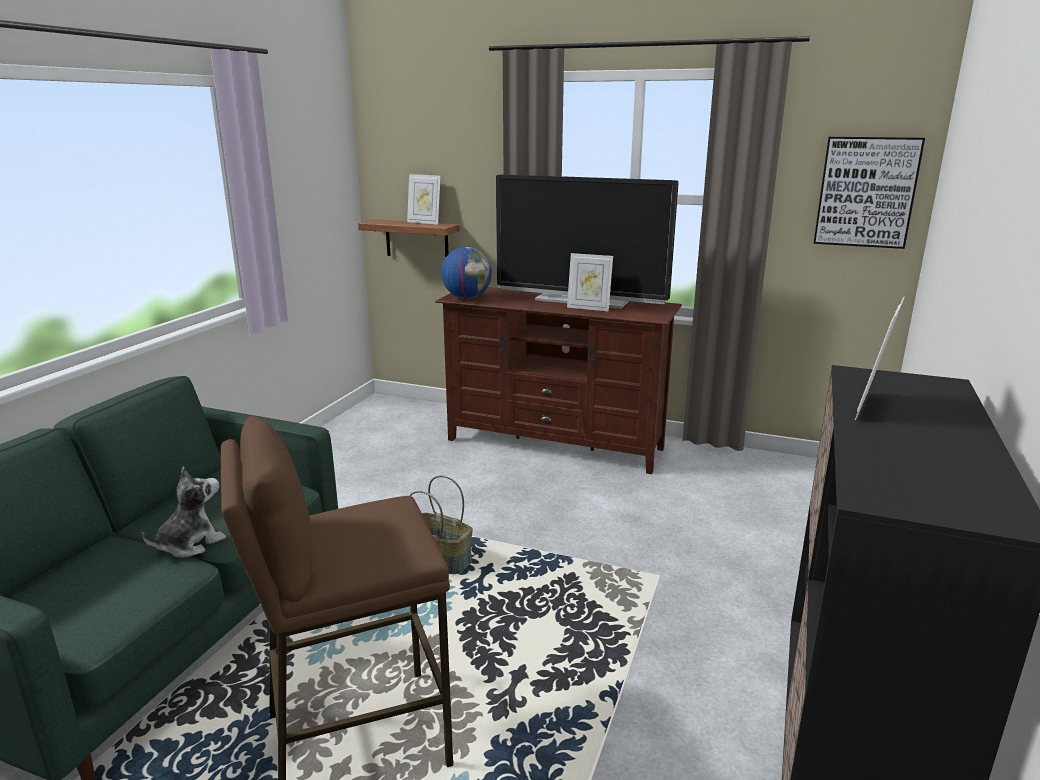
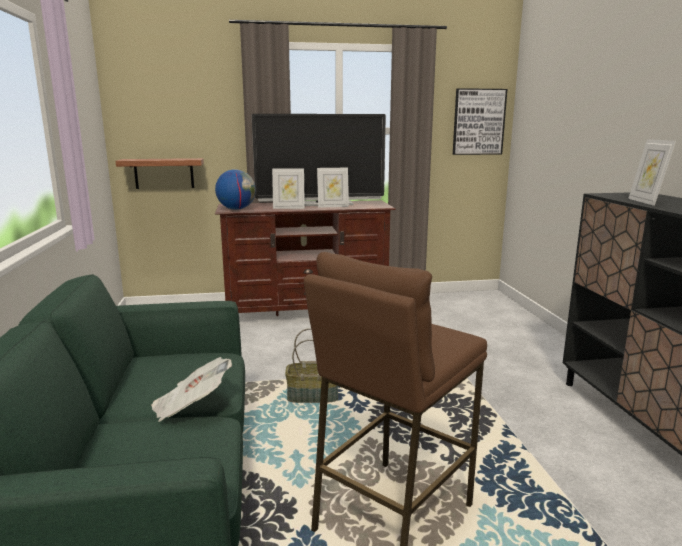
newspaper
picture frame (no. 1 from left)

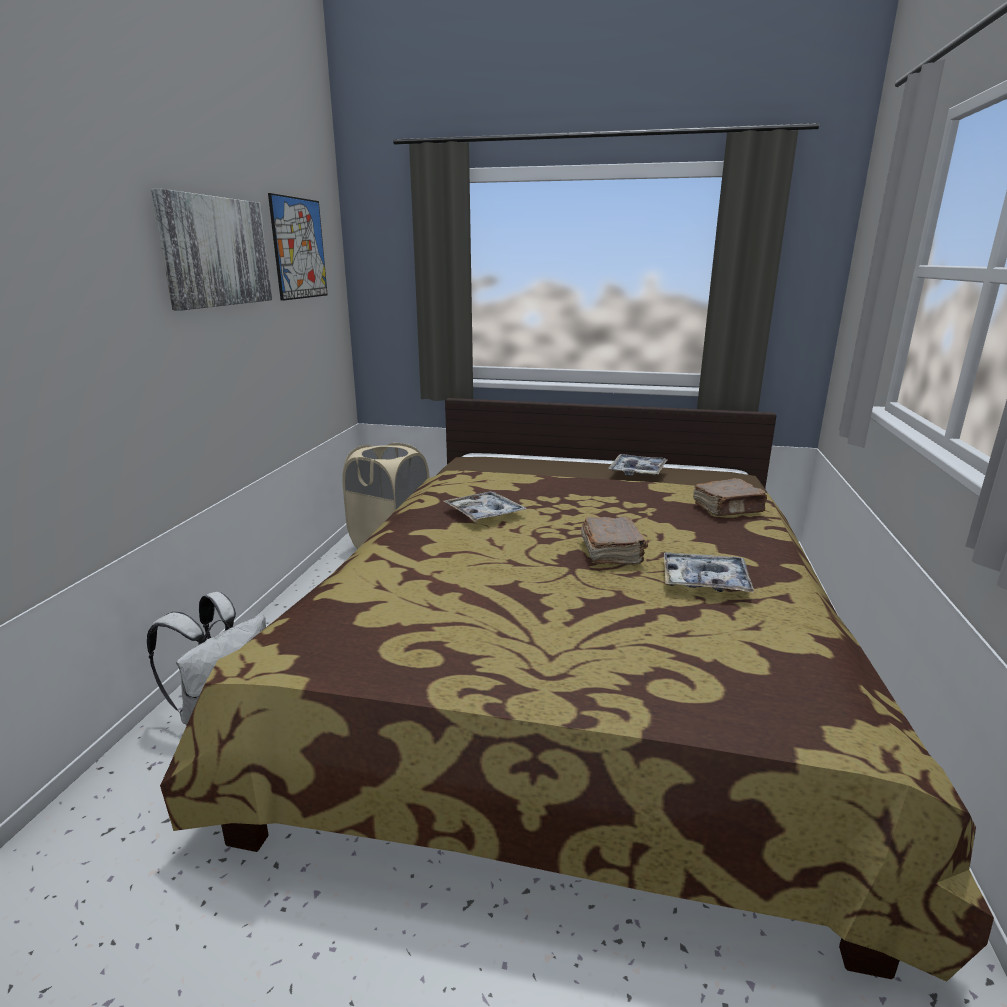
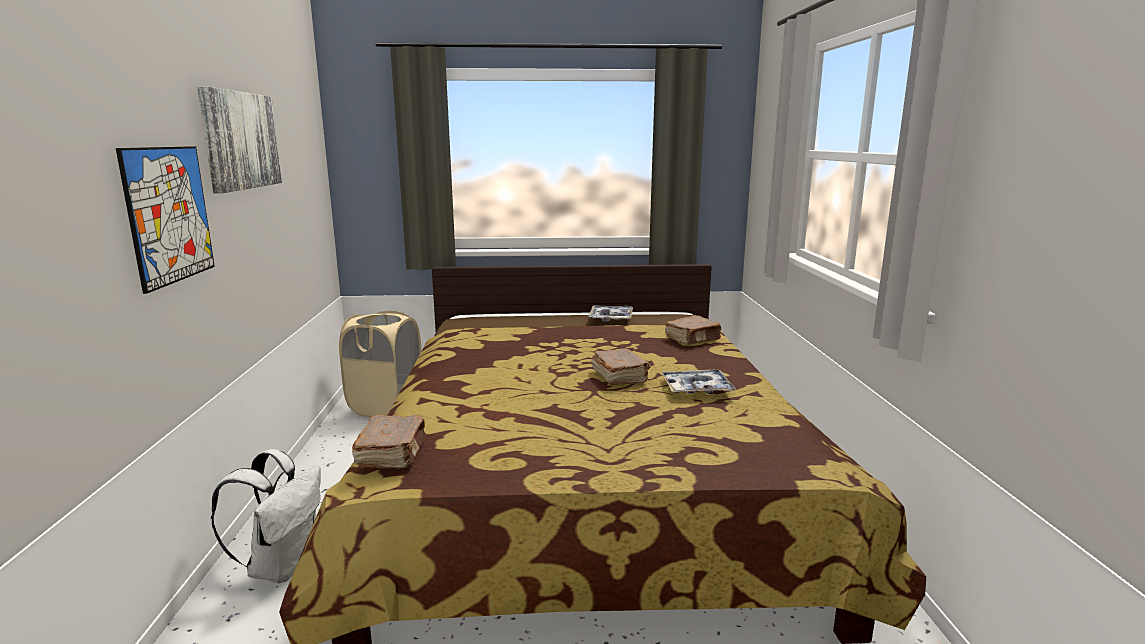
picture (no. 1 from left)
brown book (no. 1 from left)
tray (no. 1 from left in the first image)

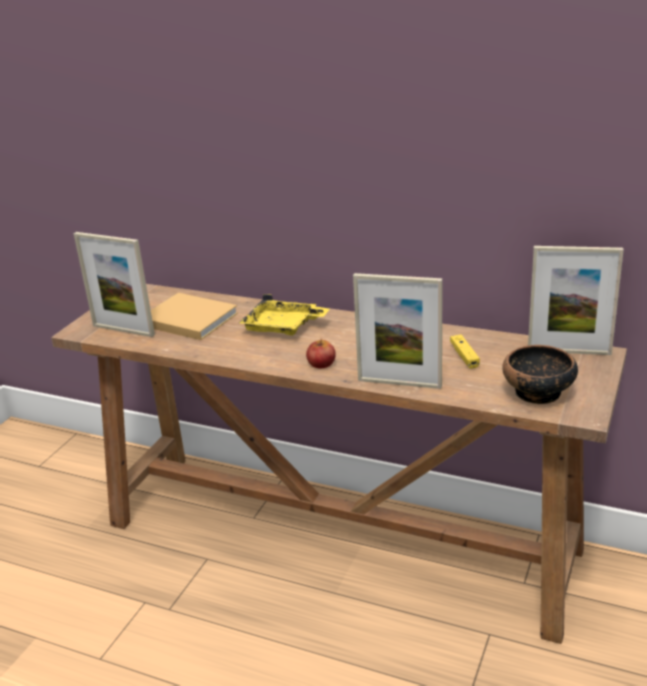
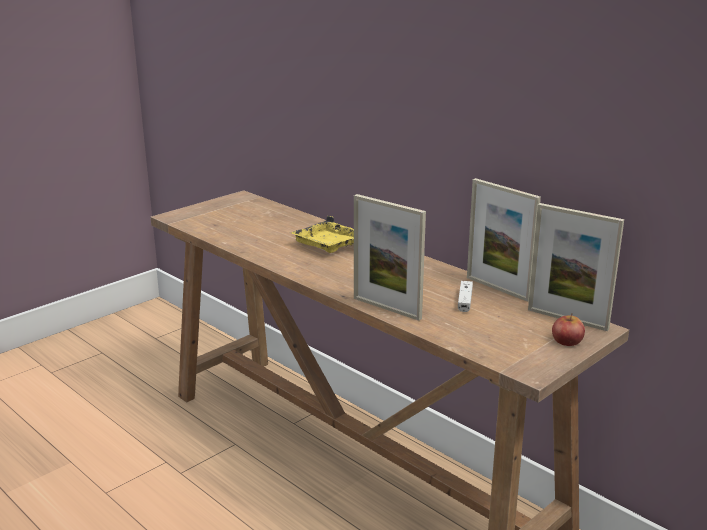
white game controller
picture frame (no. 2 from left)
apple
beige book
bowl

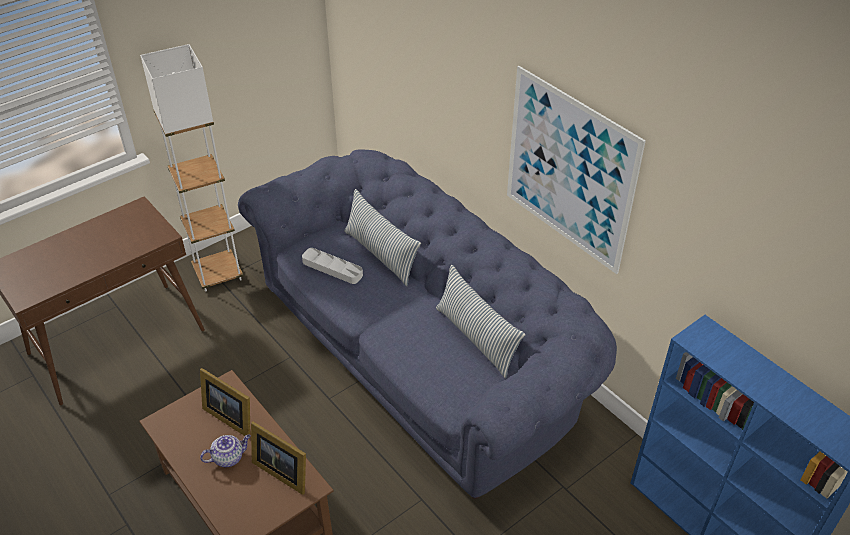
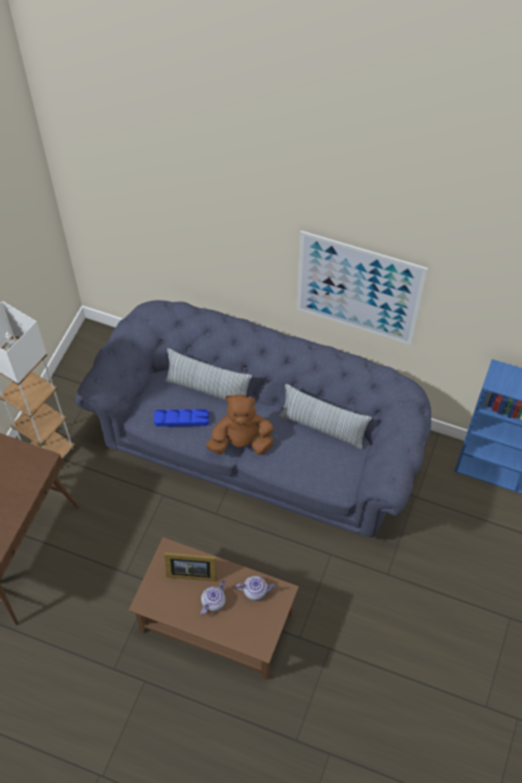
blue tray
brown plush toy
teapot (no. 2 from left)

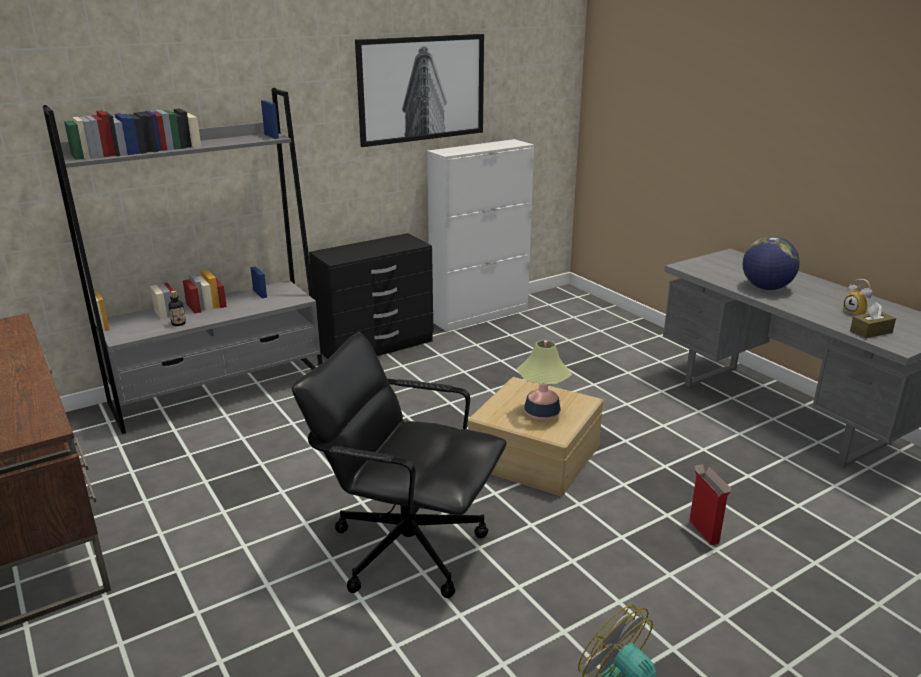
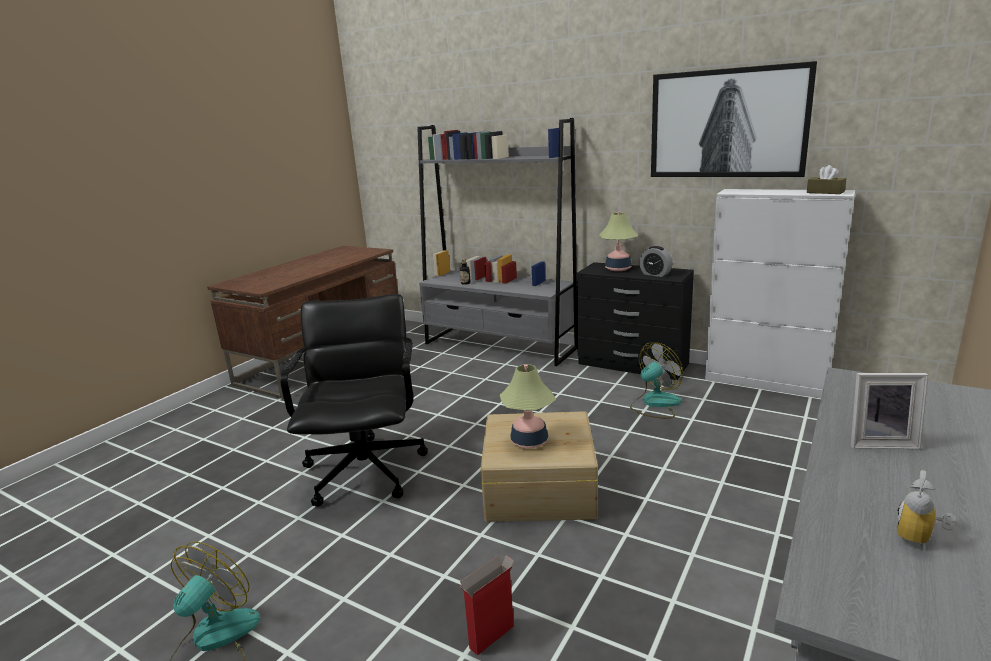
table lamp (no. 2 from left)
fan (no. 2 from left)
alarm clock (no. 1 from left)
brown tissue box
picture frame

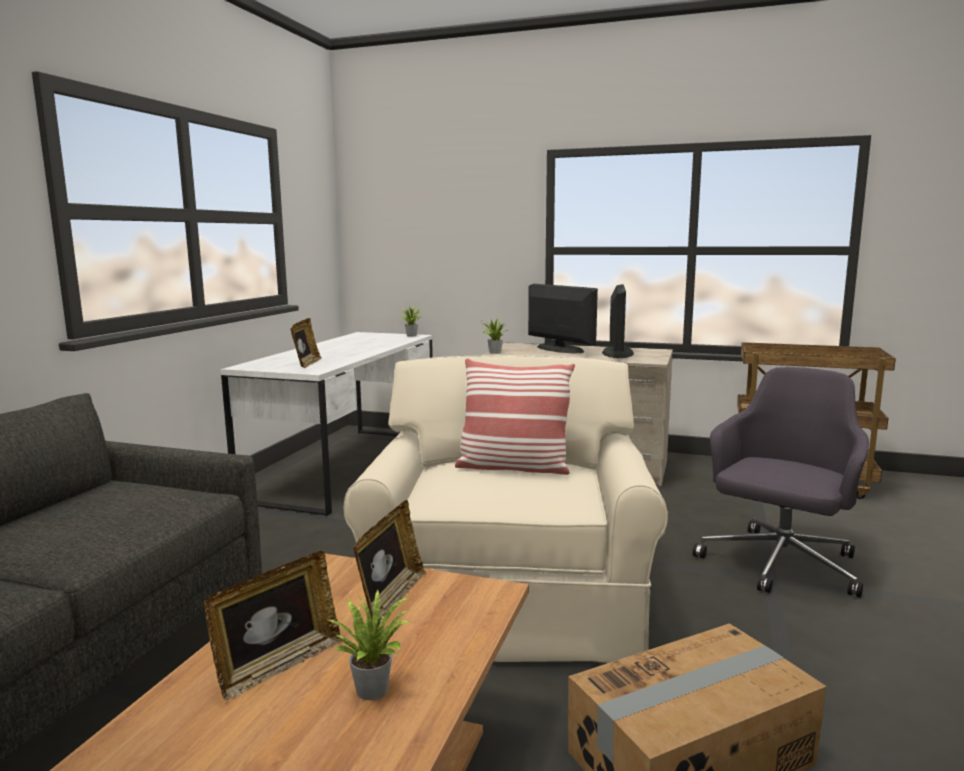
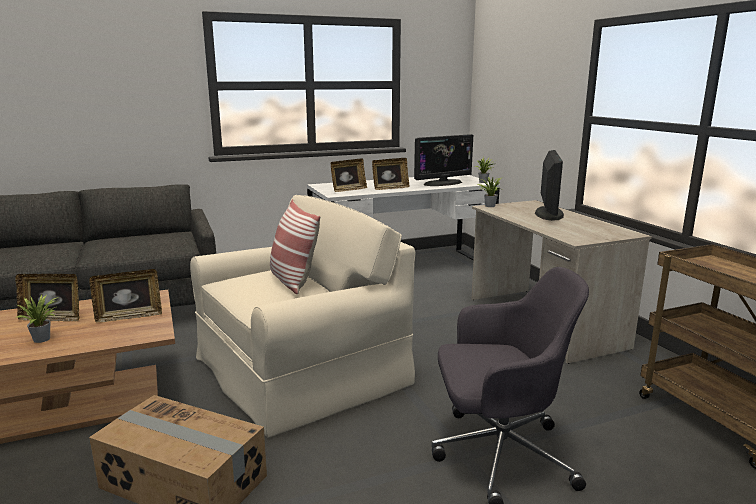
picture frame (no. 4 from left)
monitor (no. 1 from left)

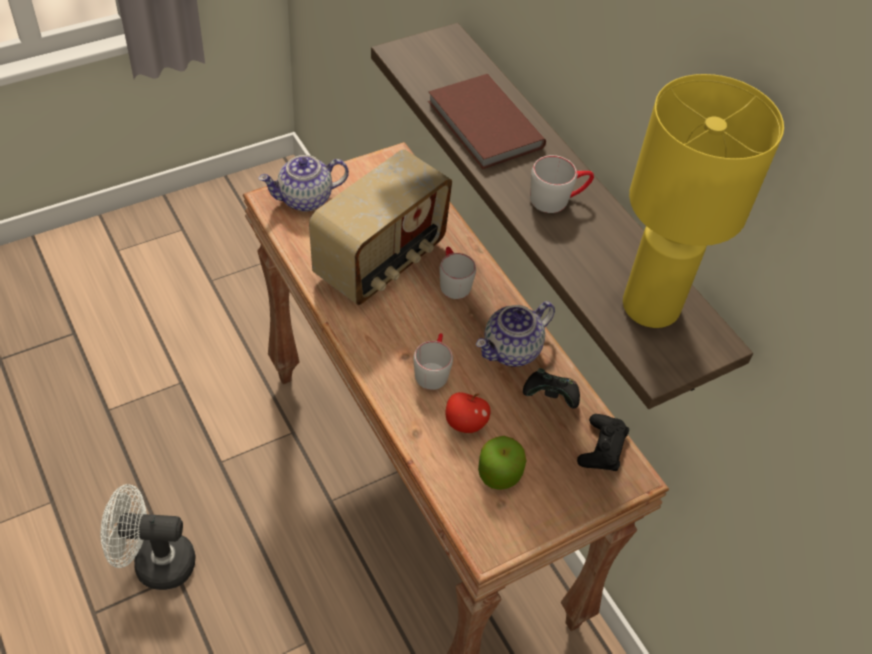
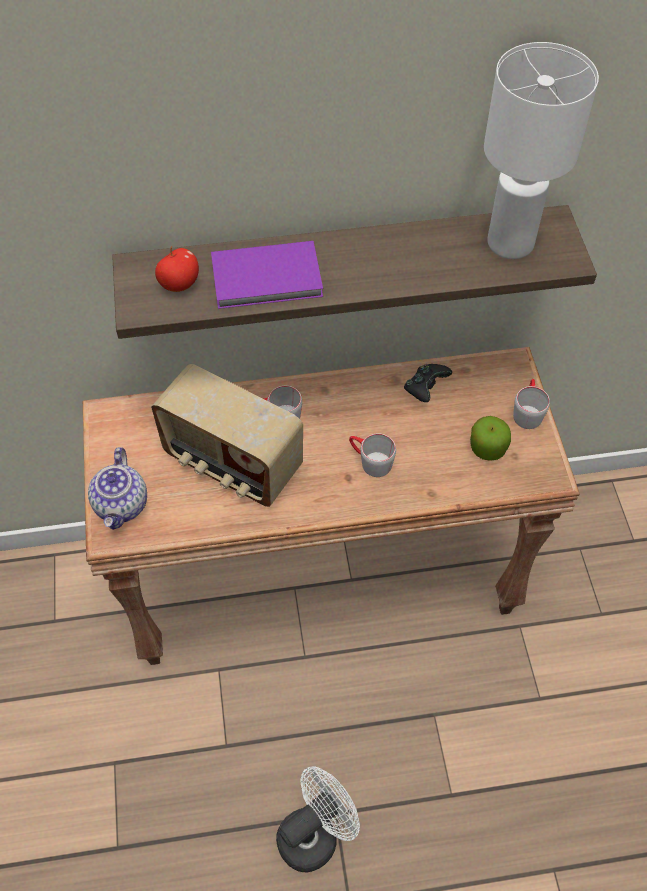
radio
apple (no. 1 from left)
purple book
white fan
white table lamp
grey mug (no. 3 from left)
teapot (no. 2 from left in the first image)
black game controller (no. 2 from left in the first image)

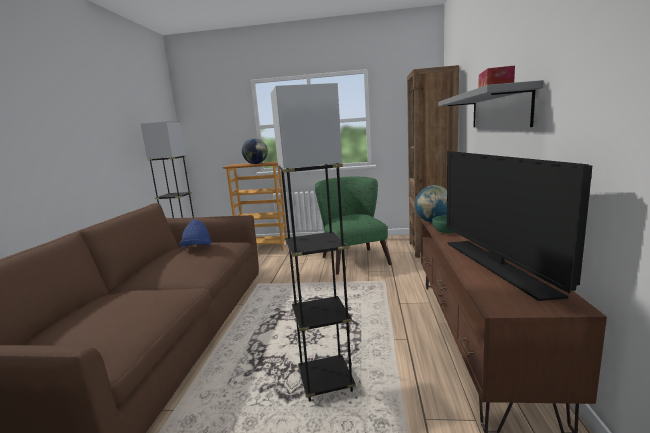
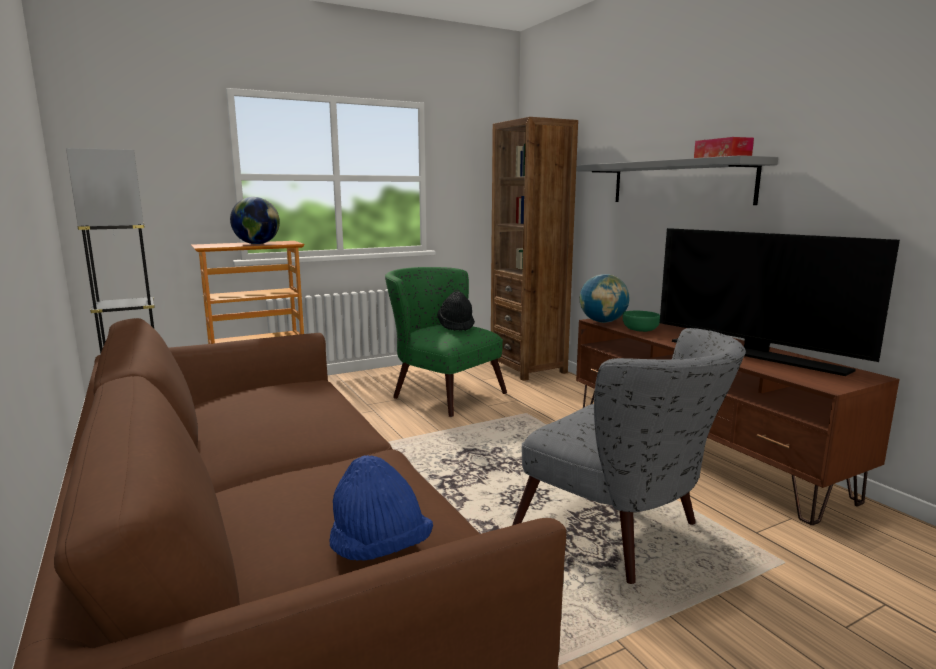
blue hat
black hat
grey armchair

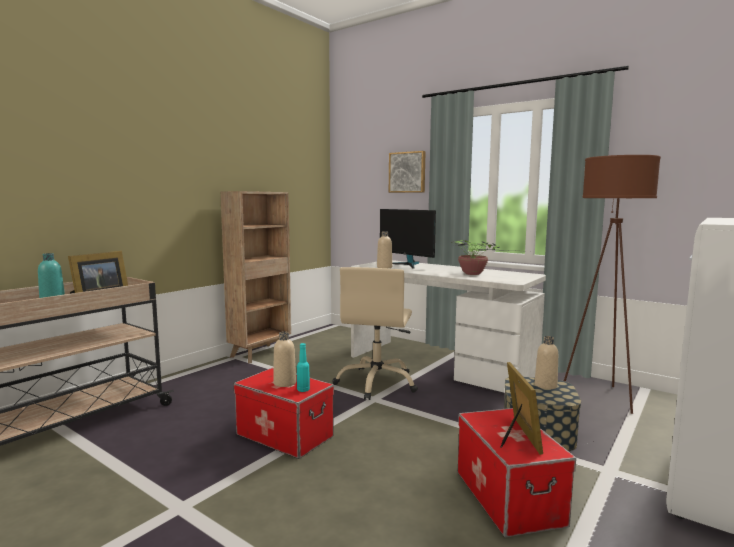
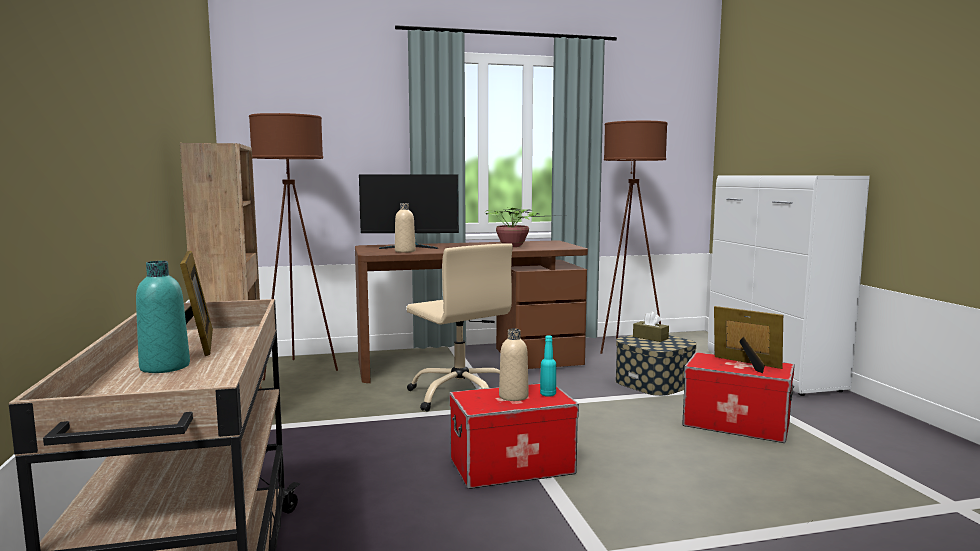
brown floor lamp (no. 1 from left)
brown desk
brown tissue box
picture

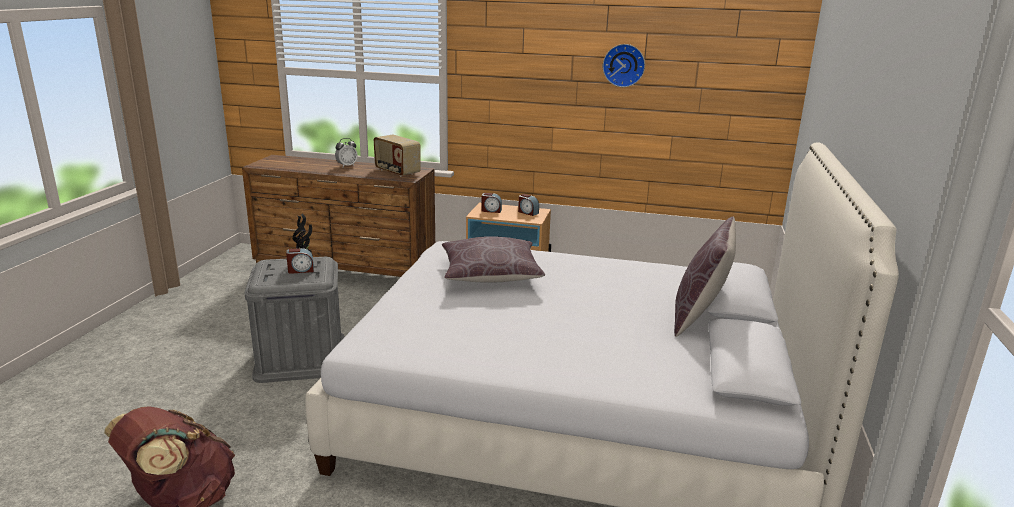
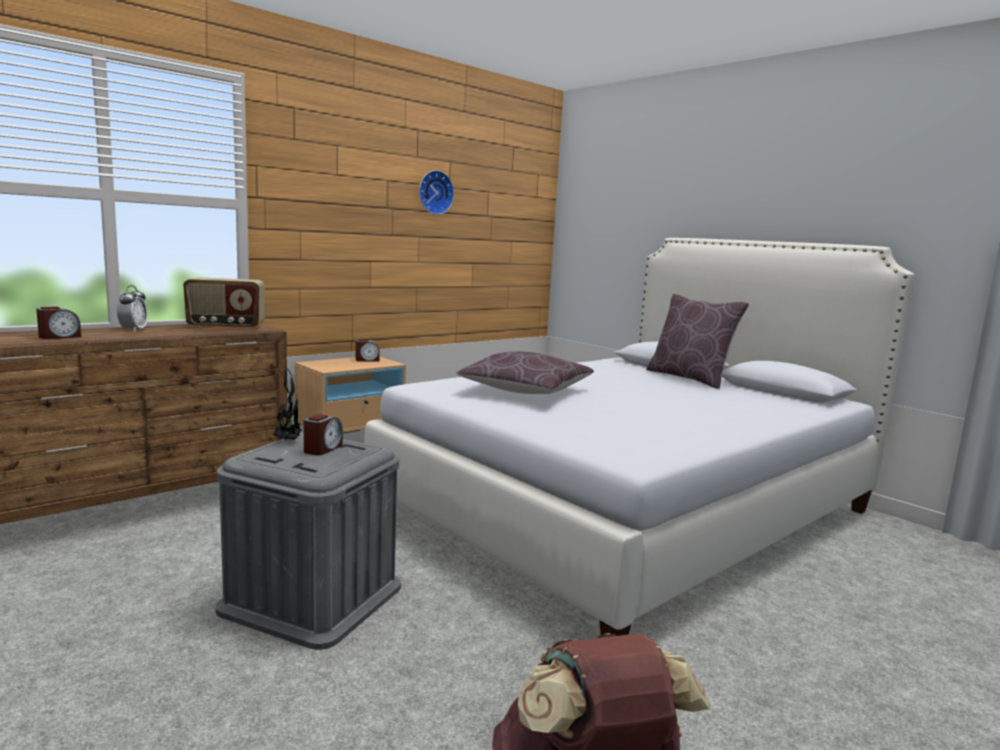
alarm clock (no. 1 from left)

